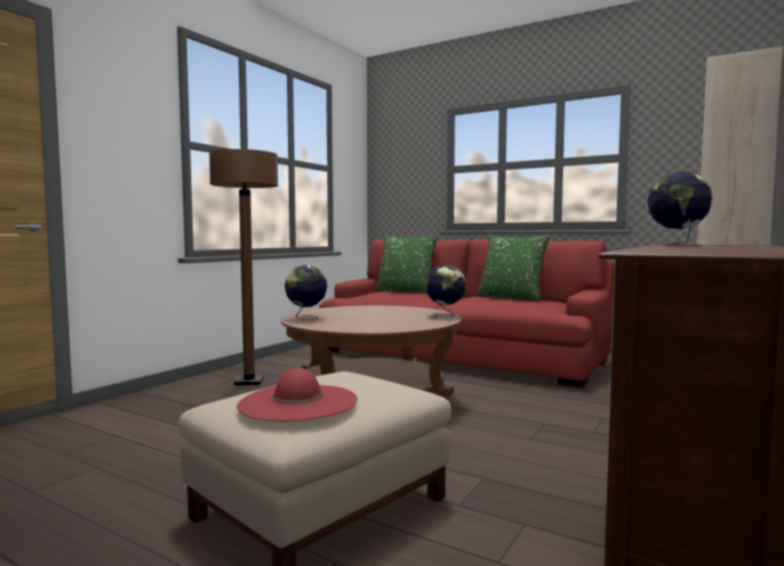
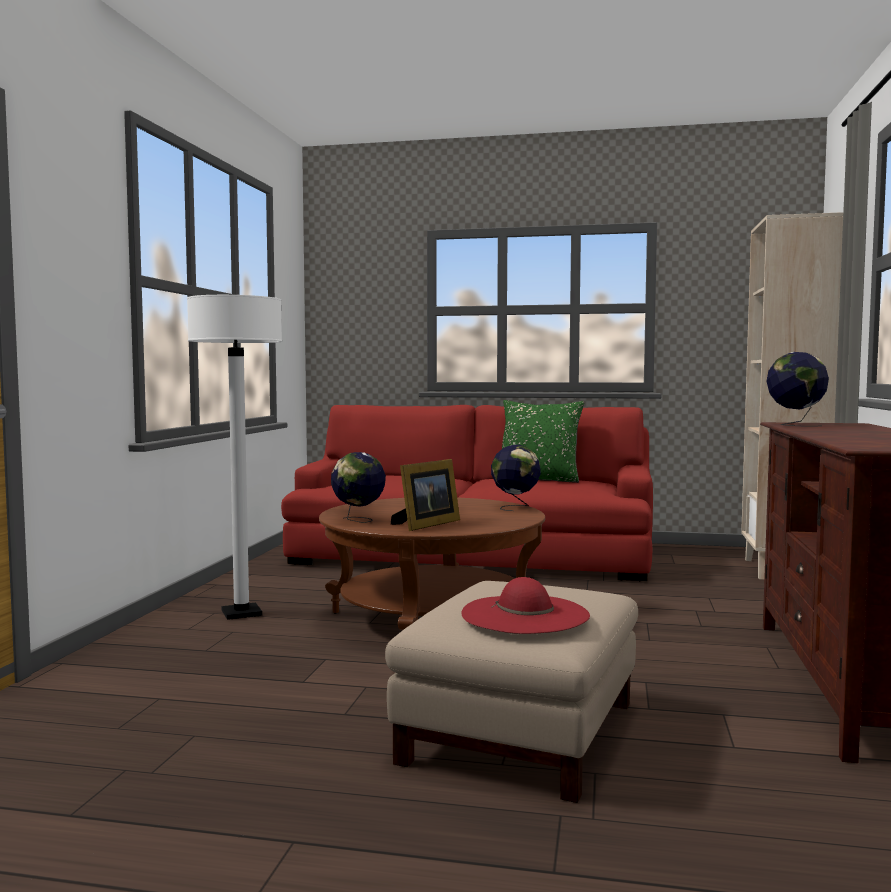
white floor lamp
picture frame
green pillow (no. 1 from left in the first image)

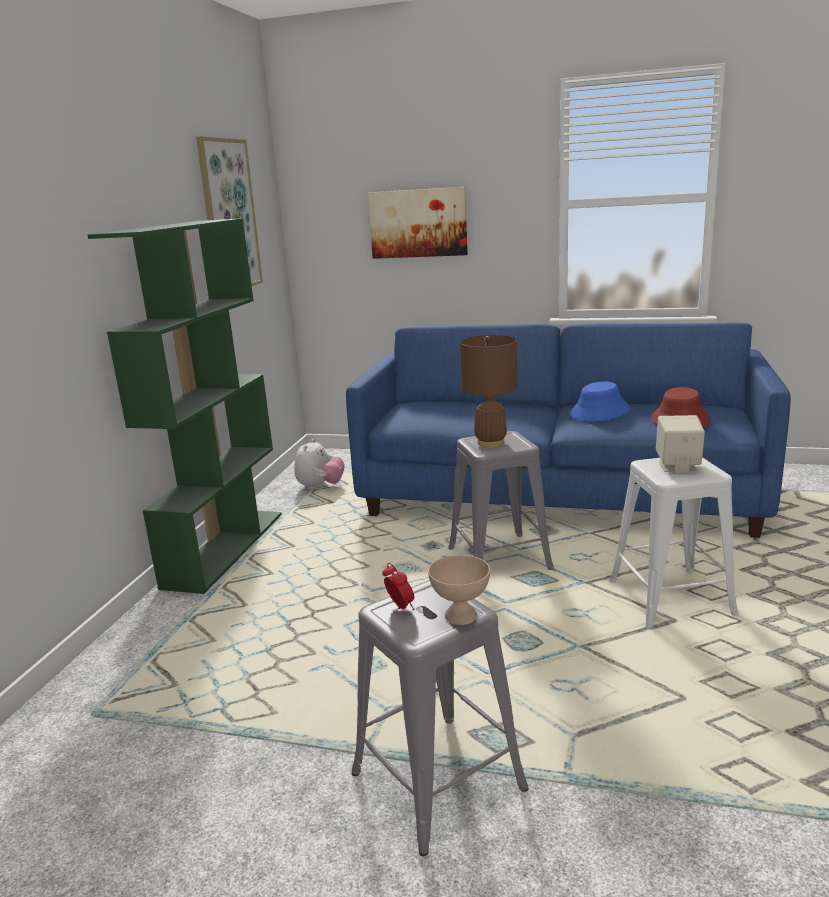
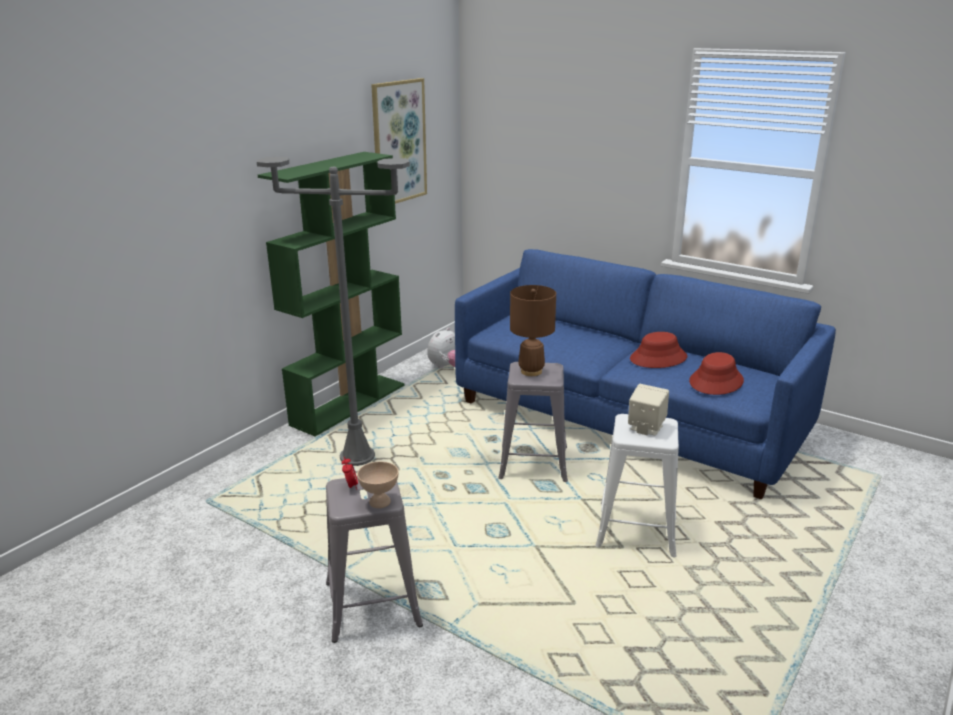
grey floor lamp
red hat (no. 1 from left)
picture (no. 2 from left in the first image)

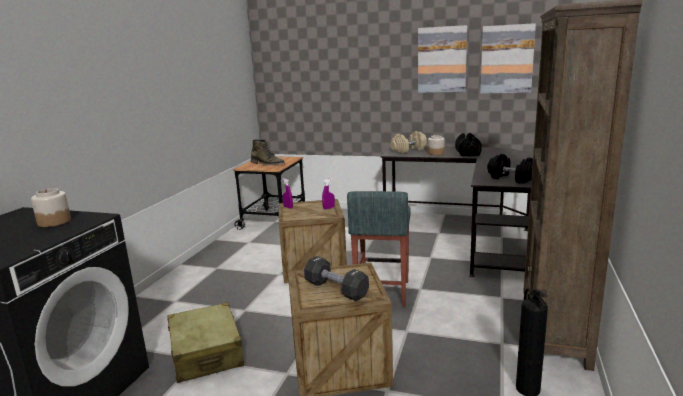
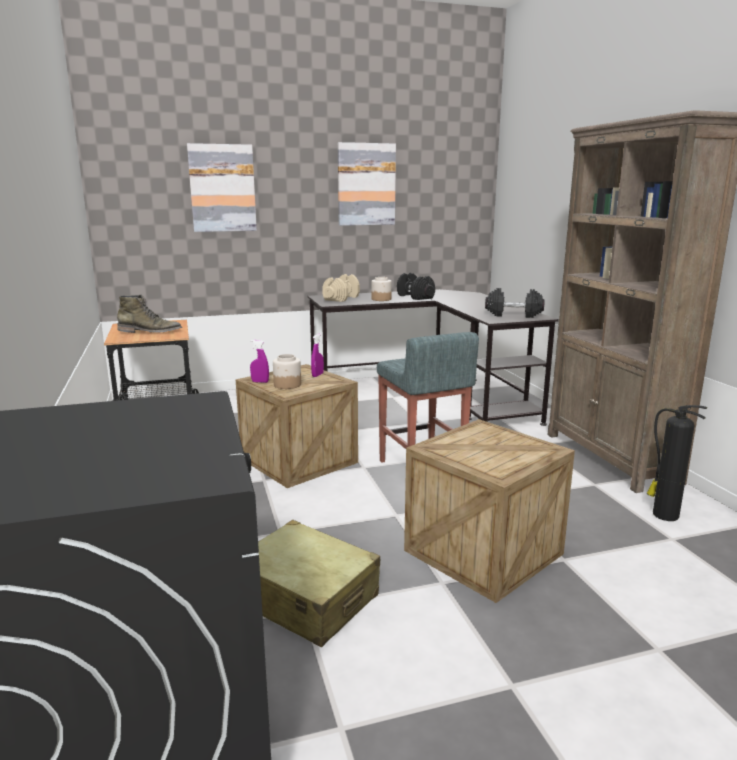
picture (no. 1 from left)
jar (no. 1 from left)
black dumbbell (no. 1 from left in the first image)

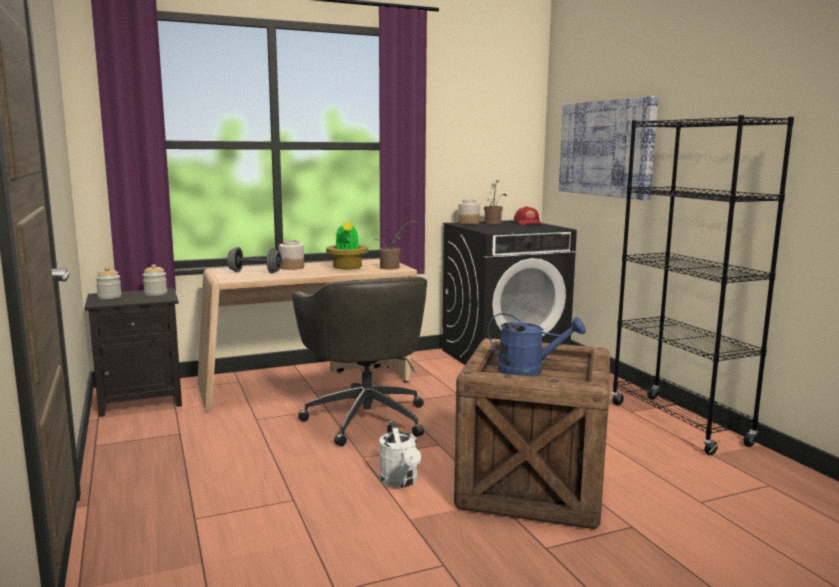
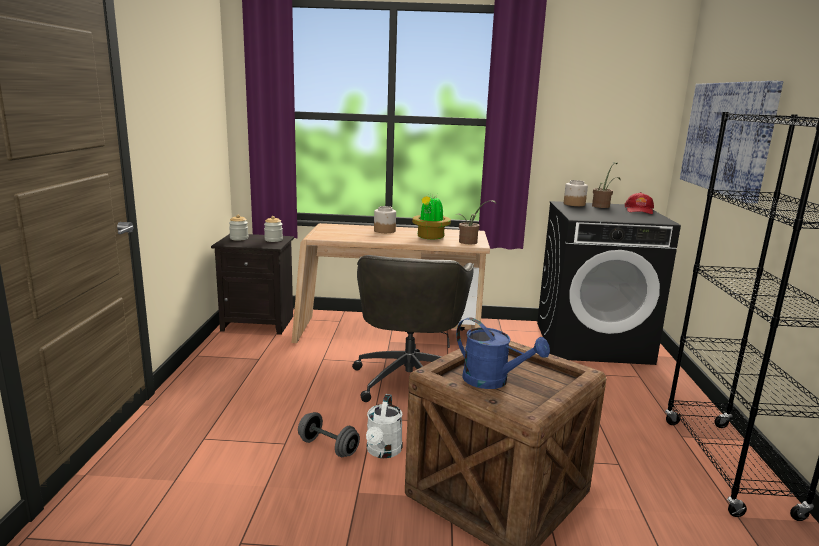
grey dumbbell

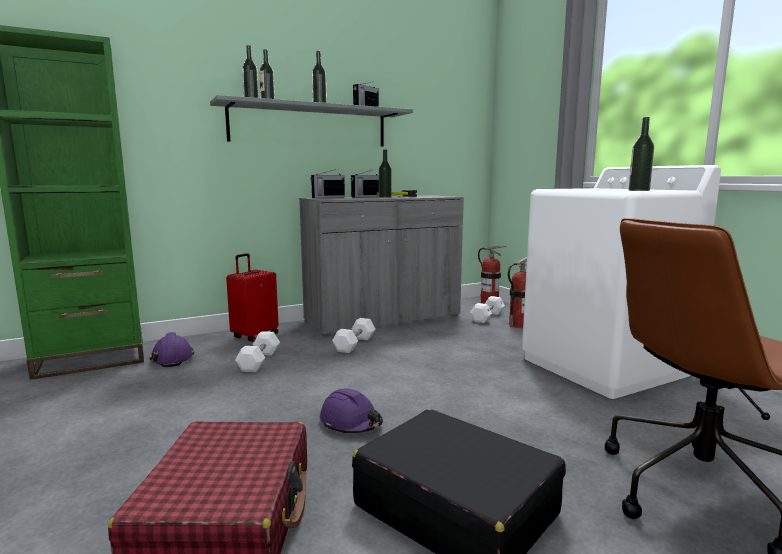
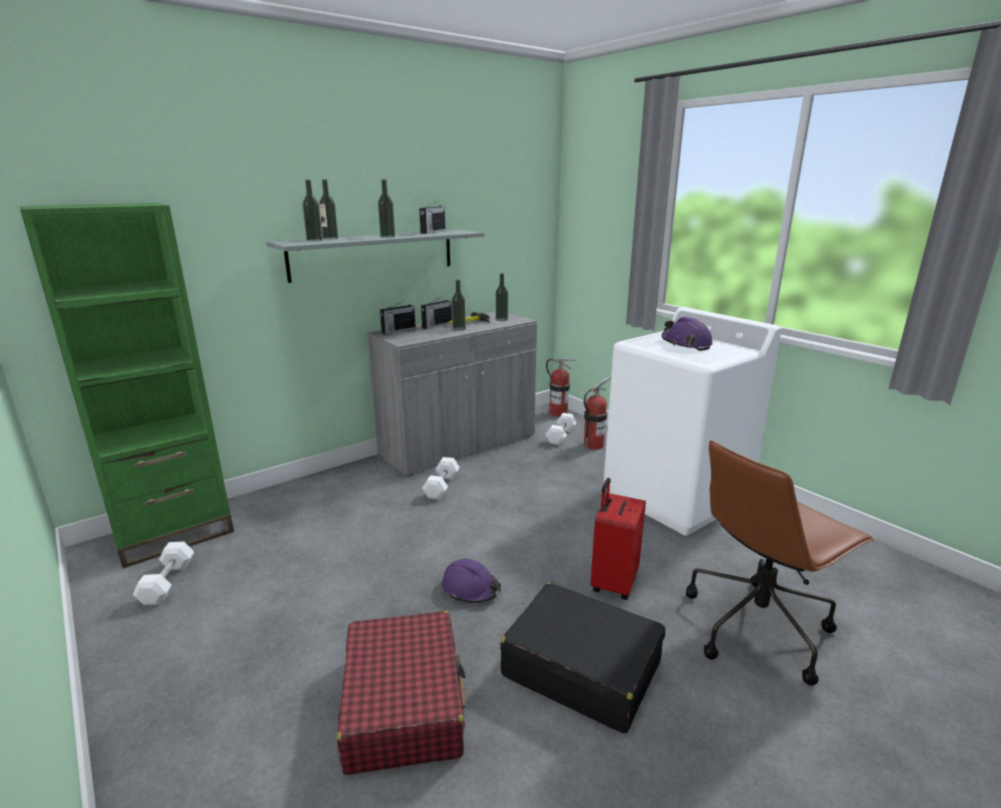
white dumbbell (no. 1 from left)
bottle (no. 5 from left)
red suitcase (no. 2 from left)
purple hard hat (no. 2 from left)

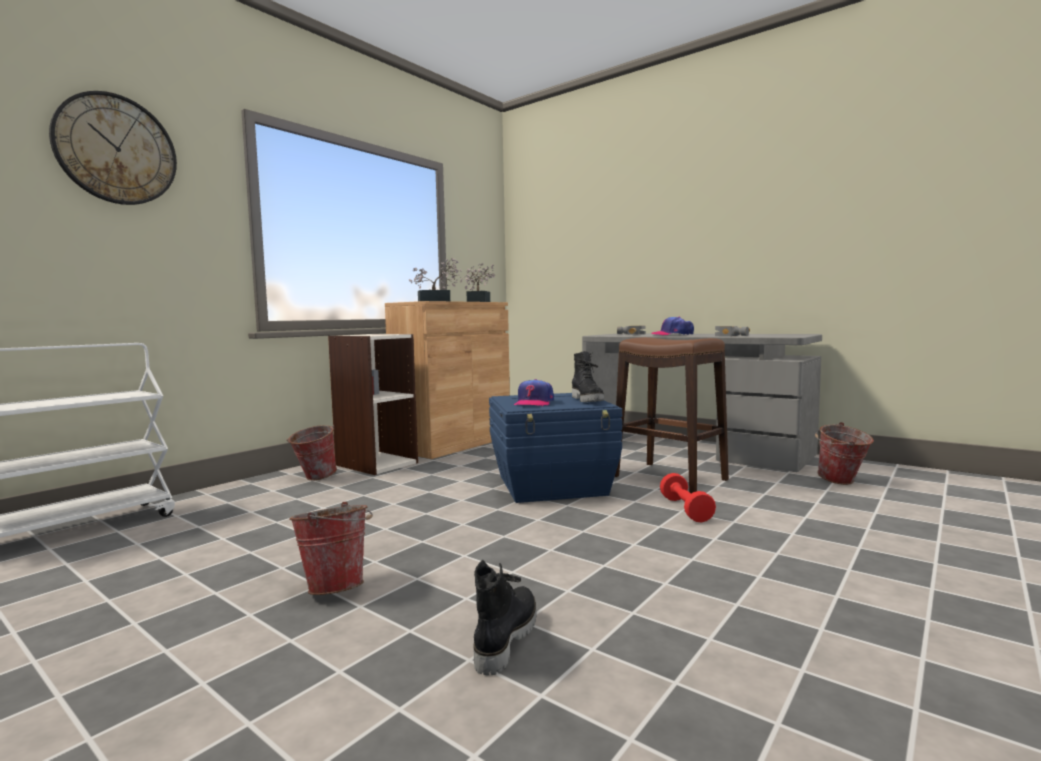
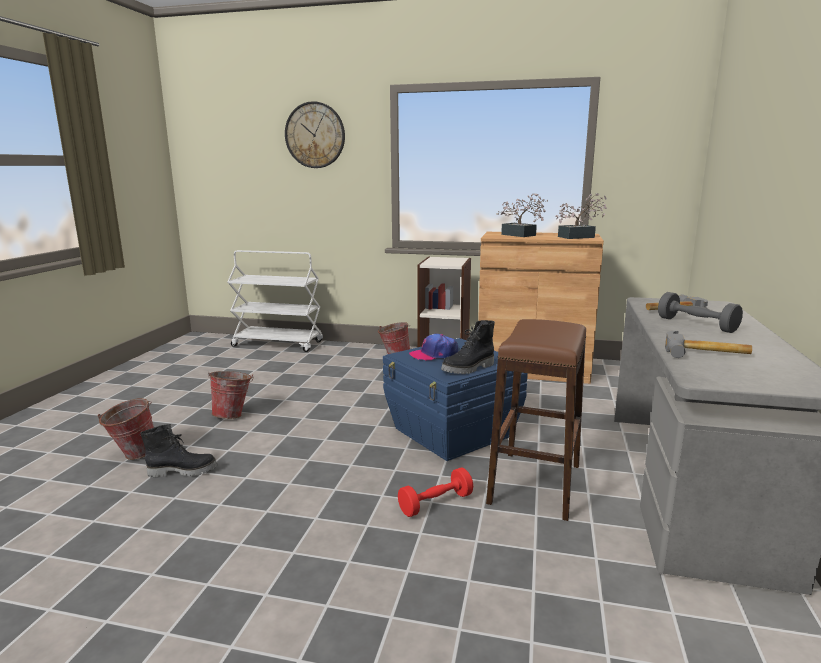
bucket (no. 1 from left)
grey dumbbell

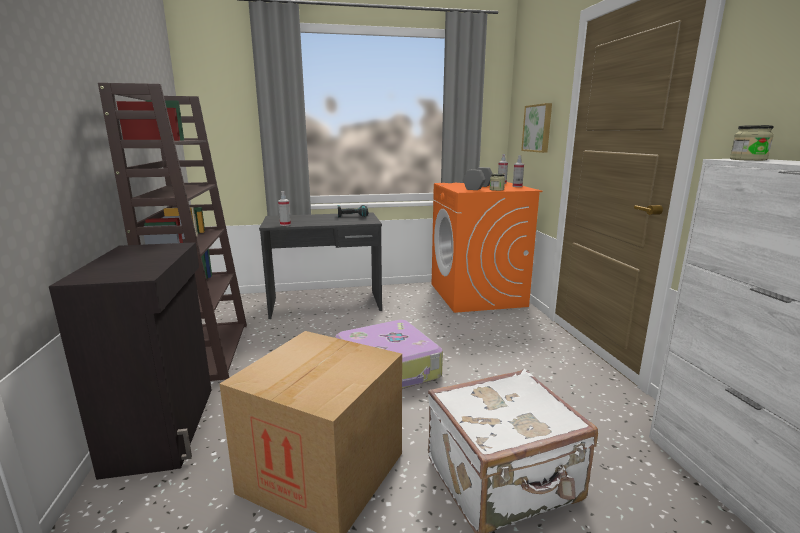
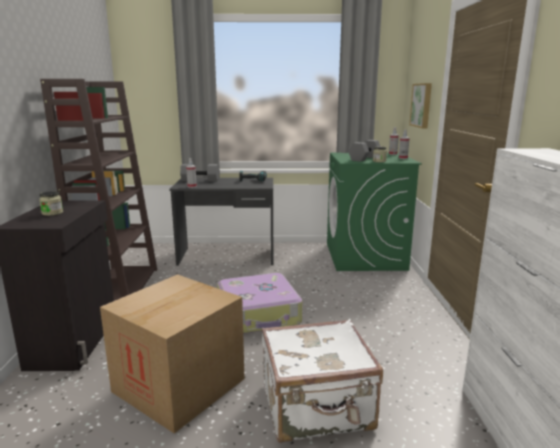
jar (no. 1 from left)
grey dumbbell (no. 1 from left)
green washing machine

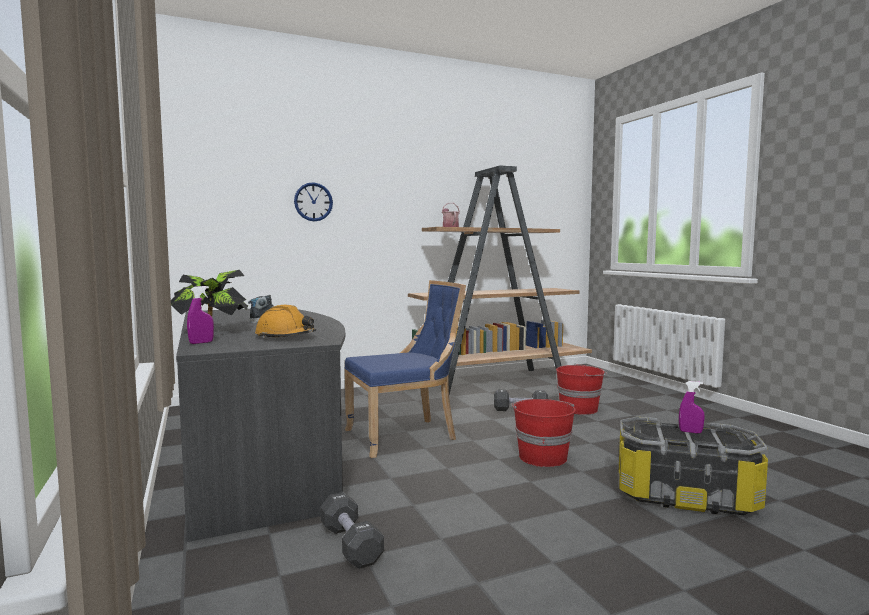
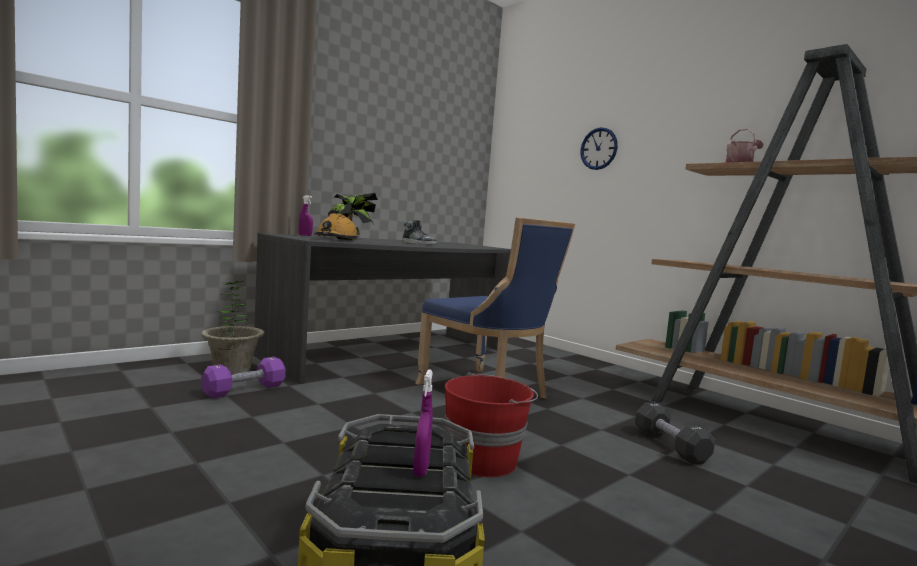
potted plant (no. 1 from left)
purple dumbbell
red bucket (no. 2 from left in the first image)

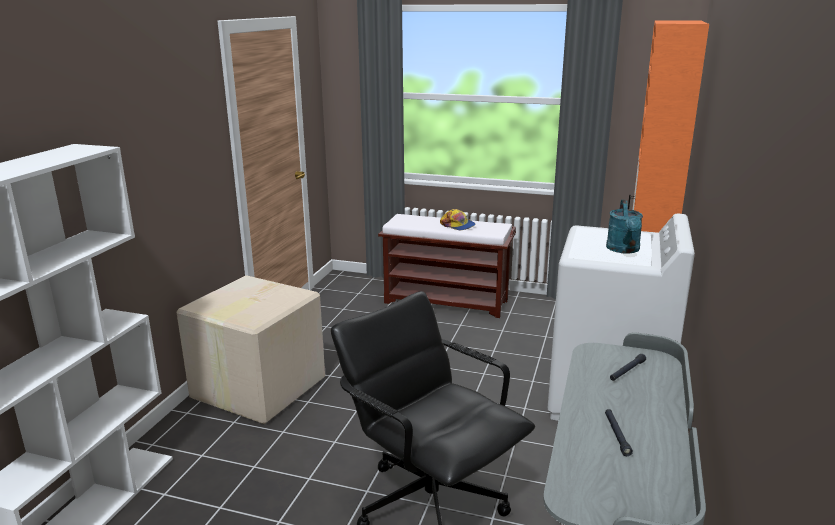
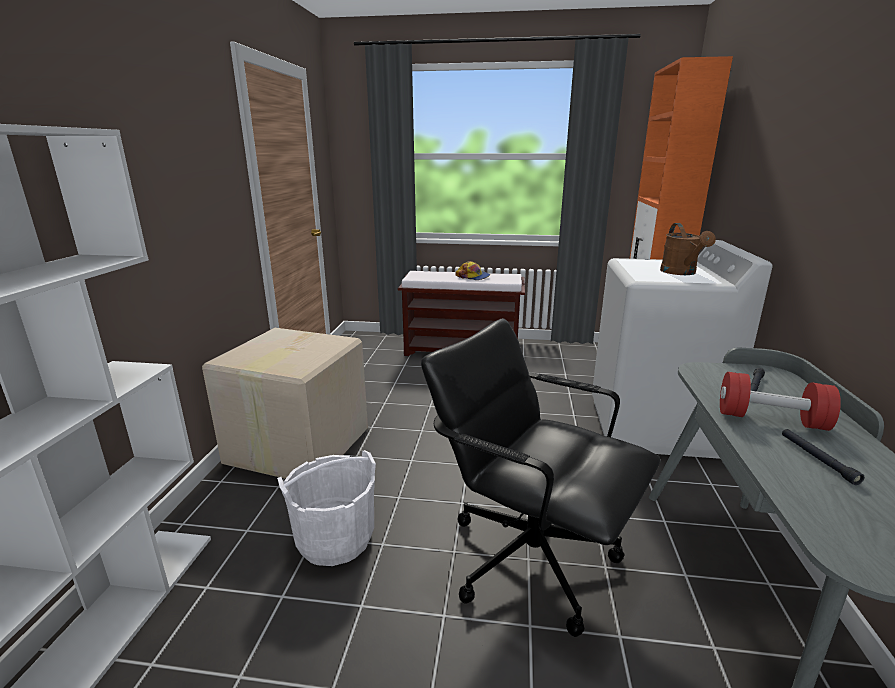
white bucket
brown watering can
red dumbbell

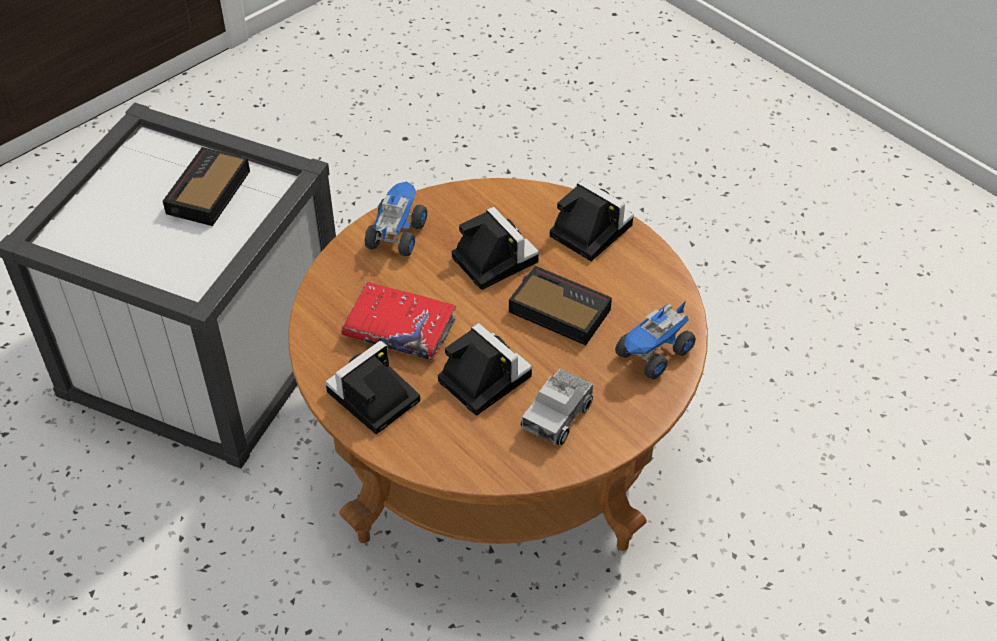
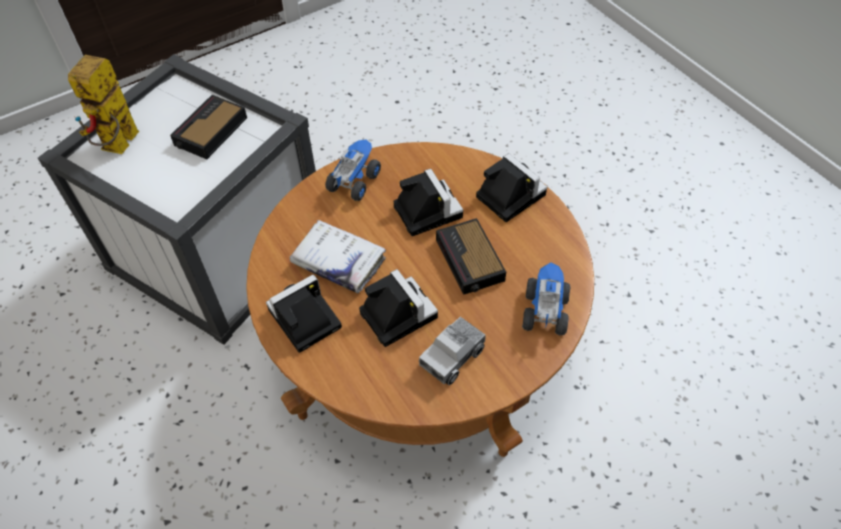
toy robot
white book
alarm clock (no. 2 from left)
toy truck (no. 3 from left)

